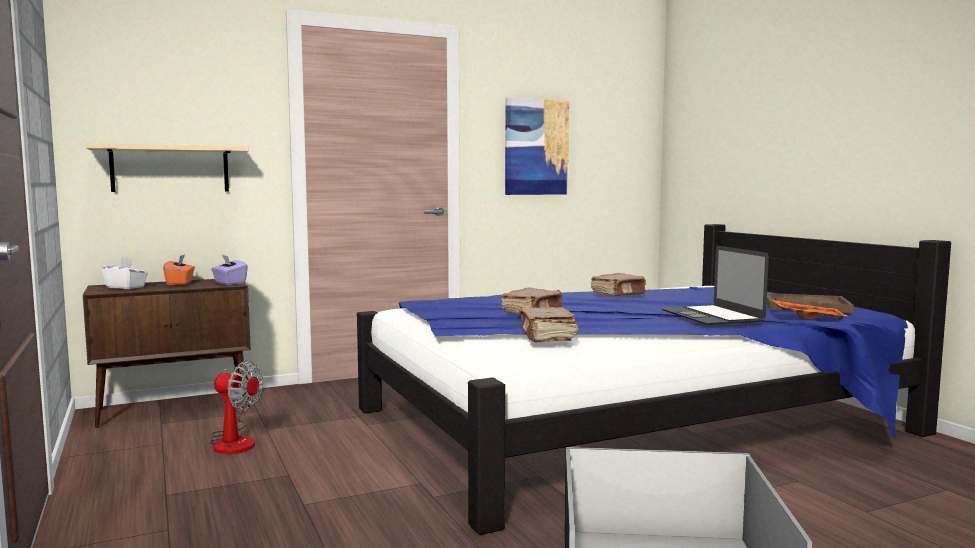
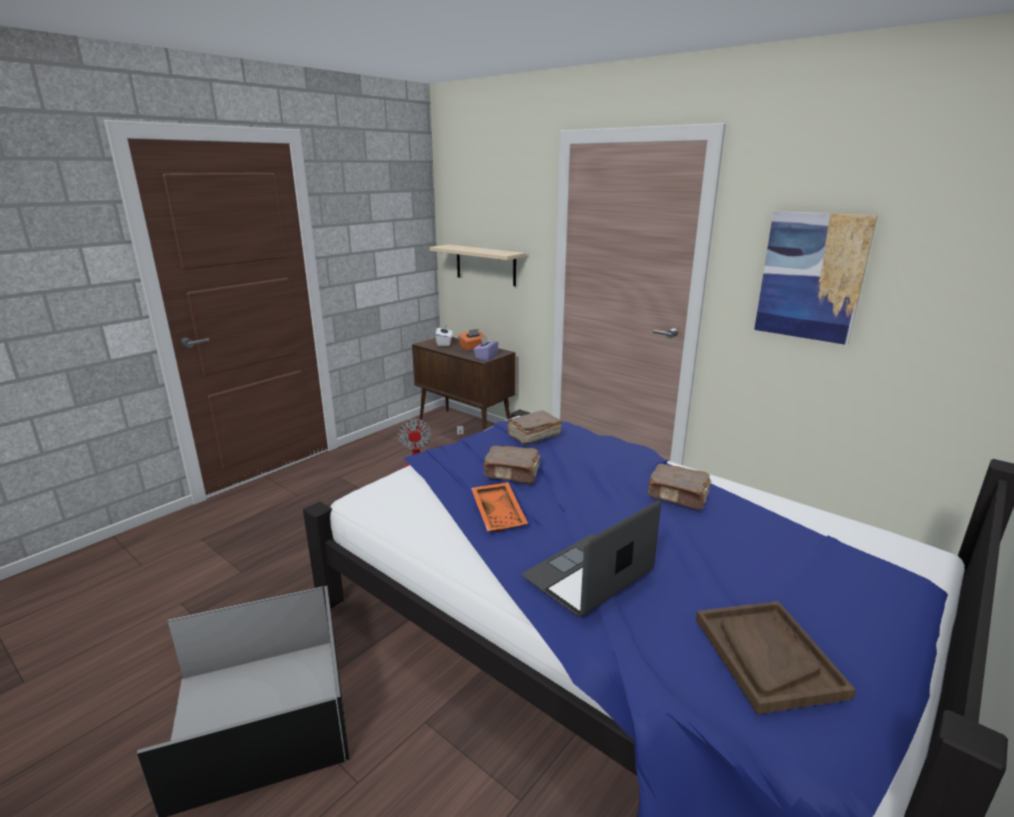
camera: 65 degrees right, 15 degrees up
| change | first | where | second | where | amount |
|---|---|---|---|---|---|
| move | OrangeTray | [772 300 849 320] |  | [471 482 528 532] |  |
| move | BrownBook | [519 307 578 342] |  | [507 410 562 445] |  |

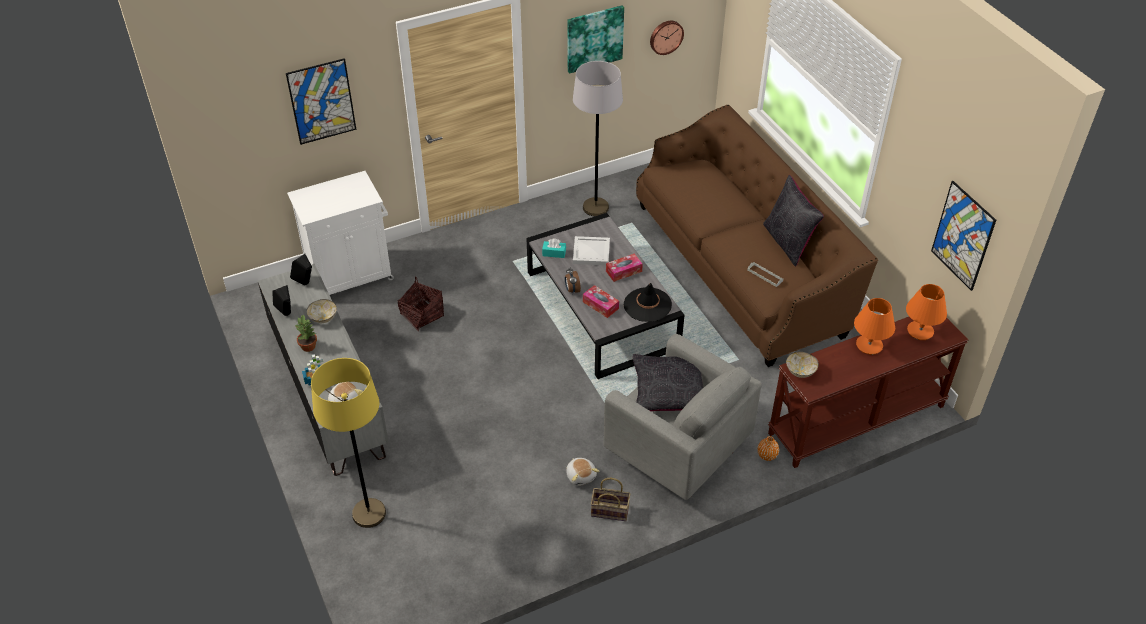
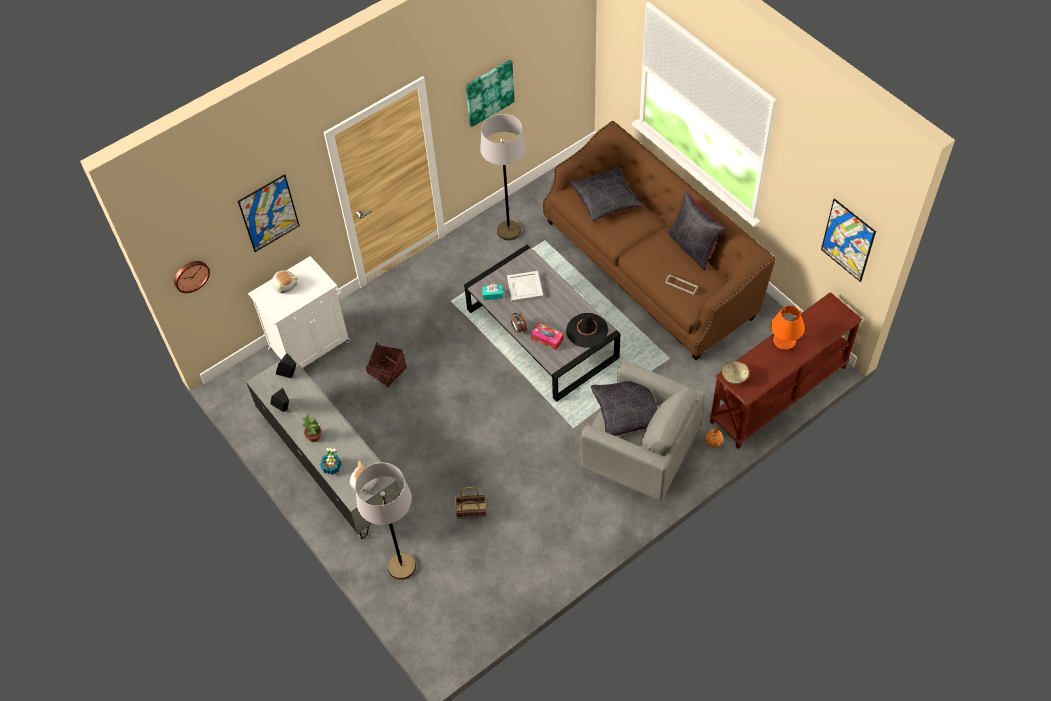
camera: 10 degrees left, 10 degrees up
| change | first | where | second | where | amount |
|---|---|---|---|---|---|
| move | WallClock | [650 21 684 55] |  | [174 261 210 293] |  |
| move | PlushToy | [566 458 599 486] |  | [272 270 298 293] |  |
| recolor | YellowFloorLamp | [311 358 386 528] | GreyFloorLamp | [355 463 416 580] |  |
| move | Basket | [591 478 630 521] |  | [455 487 487 519] |  |
| insert |  |  | BlackPillow | [570 166 642 222] |  |
| delete | Bowl | [306 299 337 323] |  |  |  |
| delete | TissueBox | [606 253 643 282] |  |  |  |
| delete | OrangeTableLamp | [906 284 947 340] |  |  |  |

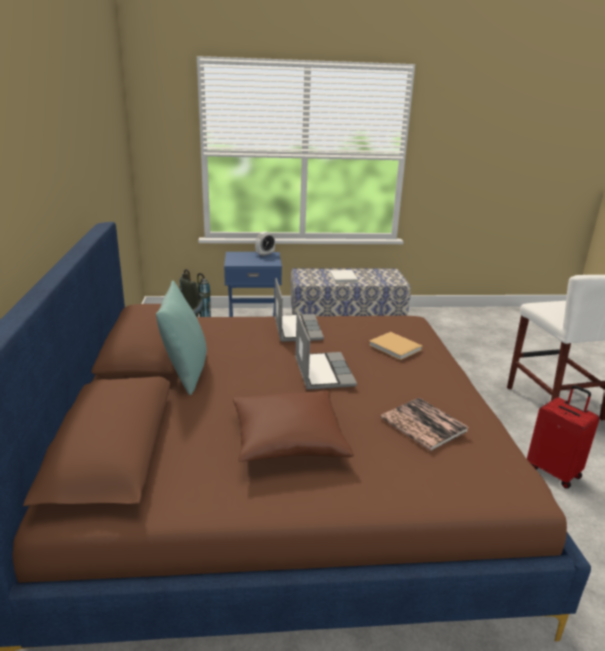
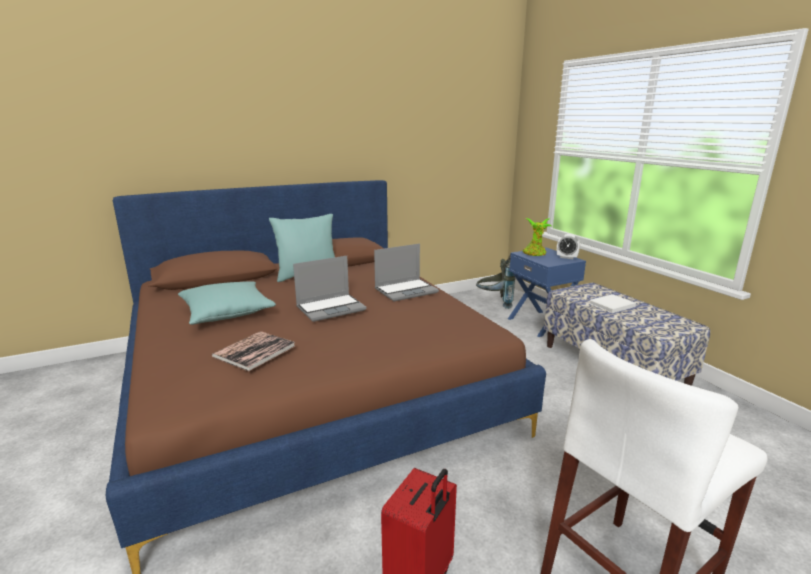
camera: 70 degrees right, 5 degrees down
| change | first | where | second | where | amount |
|---|---|---|---|---|---|
| recolor | BrownPillow | [233 390 354 461] | TurquoisePillow | [178 281 276 325] |  |
| insert |  |  | PottedPlant | [523 218 551 256] |  |
| delete | BeigeBook | [369 332 422 360] |  |  |  |

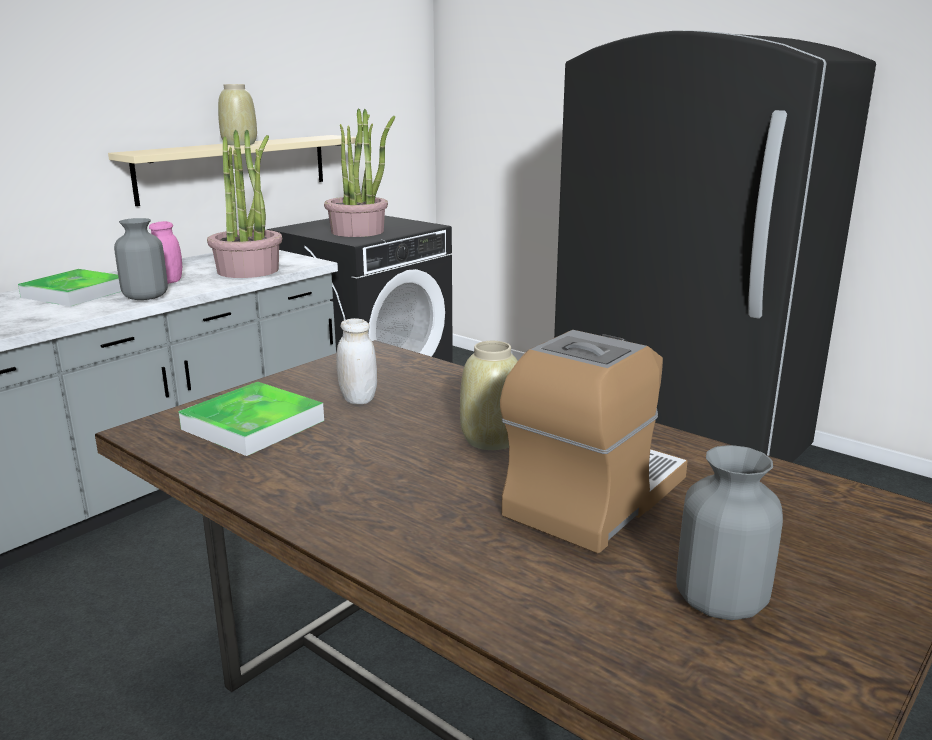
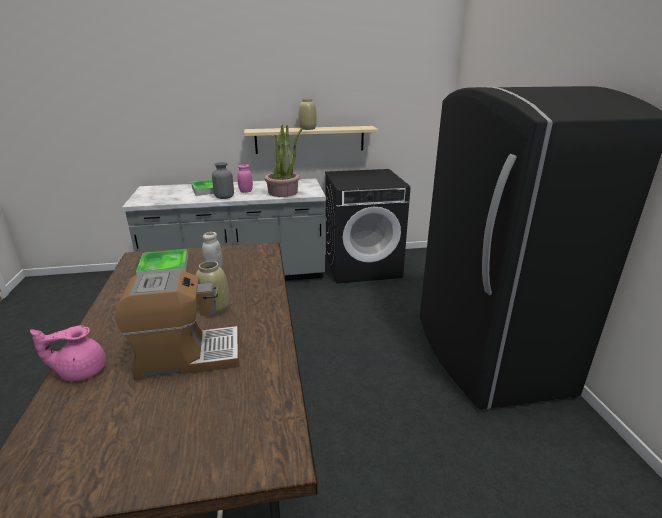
camera: 40 degrees right, 5 degrees up
| change | first | where | second | where | amount |
|---|---|---|---|---|---|
| insert |  |  | PinkTeapot | [30 325 106 381] |  |
| delete | PottedPlant | [324 108 395 237] |  |  |  |
| delete | GreyVase | [676 445 783 620] |  |  |  |

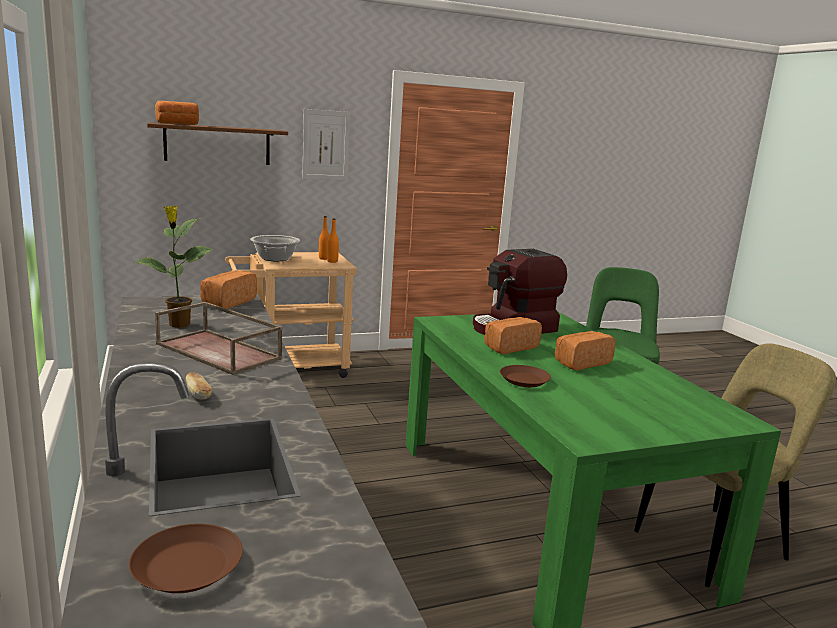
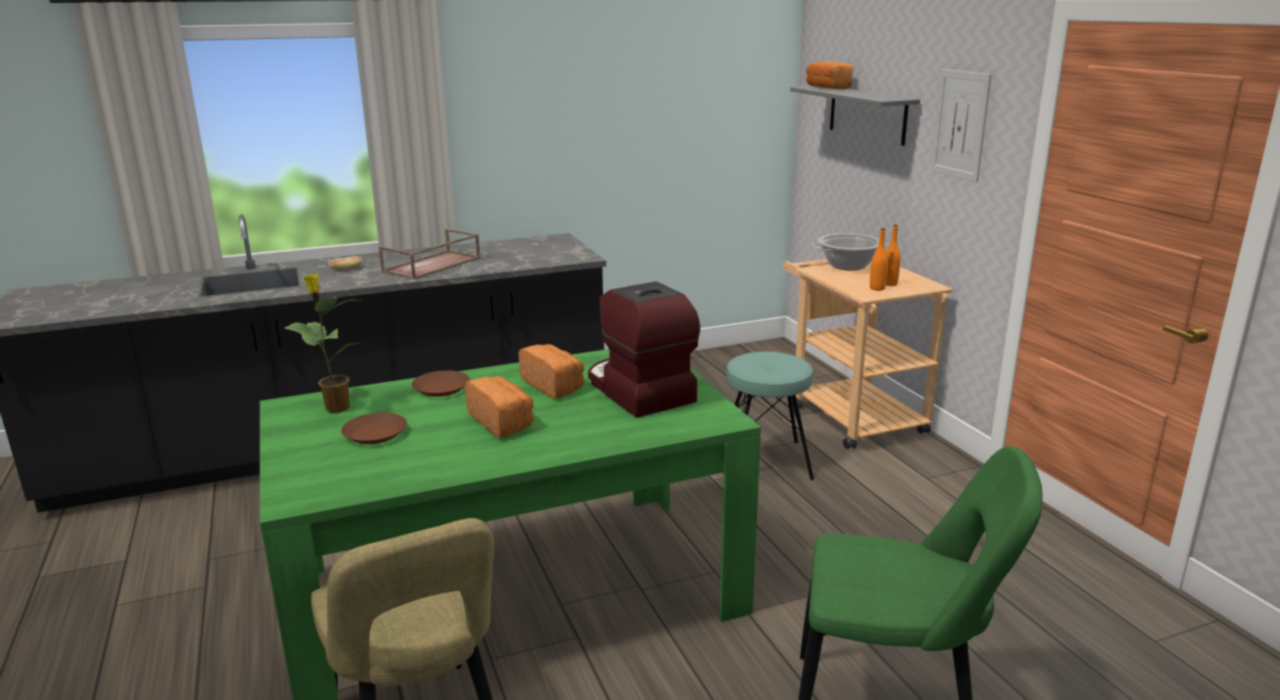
camera: 90 degrees right, 5 degrees up
| change | first | where | second | where | amount |
|---|---|---|---|---|---|
| move | PottedPlant | [135 205 213 328] |  | [284 274 363 413] |  |
| move | BrownPlate | [129 524 243 593] |  | [341 413 407 444] |  |
| insert |  |  | TurquoiseStool | [726 352 814 480] |  |
| recolor | BrownShelf | [147 122 288 165] | GreyShelf | [790 86 920 146] |  |
| delete | Bread | [200 271 257 309] |  |  |  |

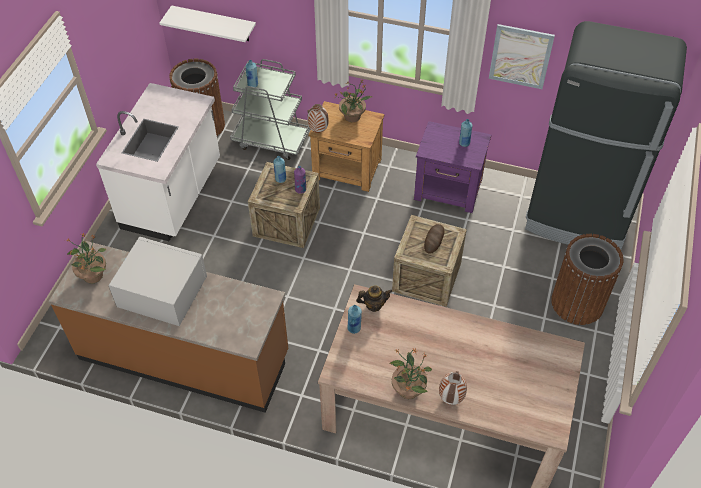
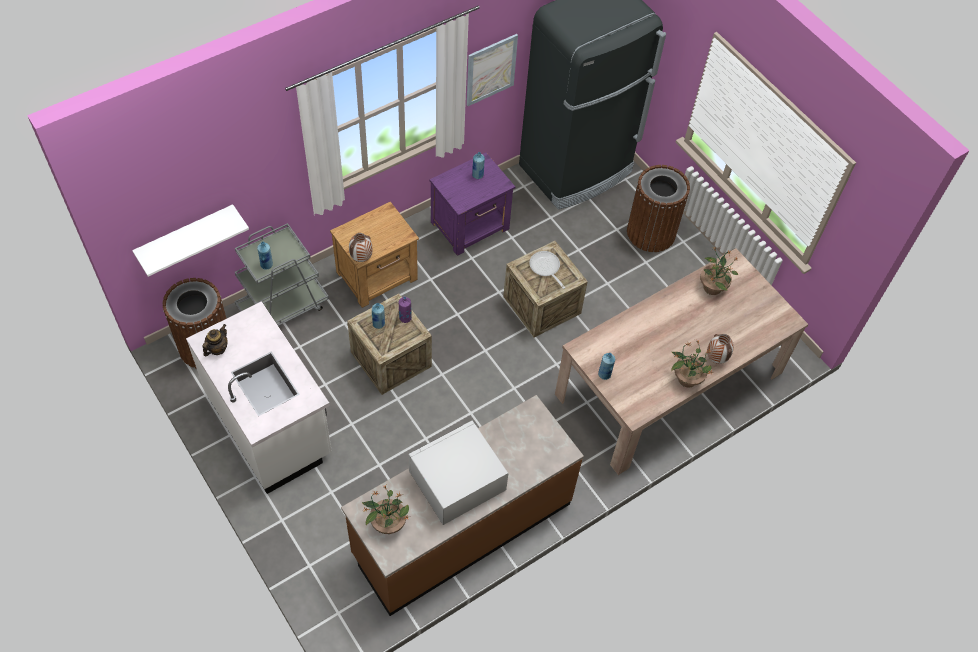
camera: 55 degrees left, 5 degrees up
| change | first | where | second | where | amount |
|---|---|---|---|---|---|
| move | Teapot | [356 286 392 312] |  | [202 324 228 356] |  |
| replace | Bread | [424 224 445 254] | FryingPan | [529 251 565 289] |  |
| move | PottedPlant | [334 80 372 122] |  | [700 247 738 295] |  |

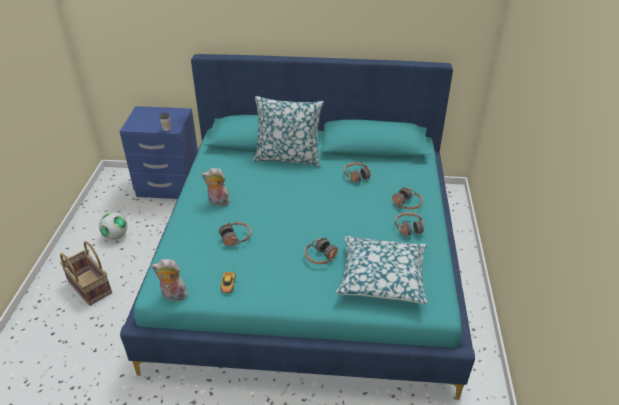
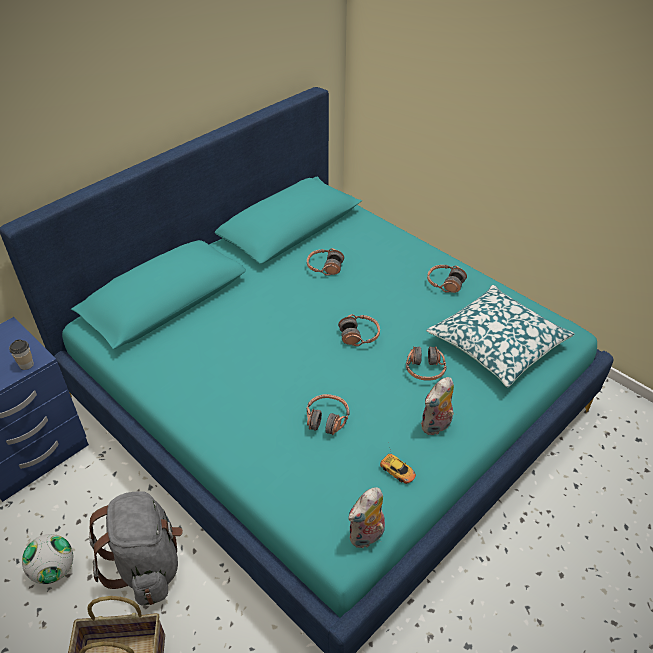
camera: 50 degrees left, 5 degrees up
| change | first | where | second | where | amount |
|---|---|---|---|---|---|
| insert |  |  | GreyBackpack | [89 491 183 605] |  |
| move | Headphones | [392 187 423 210] |  | [338 314 380 346] |  |
| move | PlushToy | [201 168 230 206] |  | [421 377 454 435] |  |
| delete | Pillow | [253 96 324 167] |  |  |  |

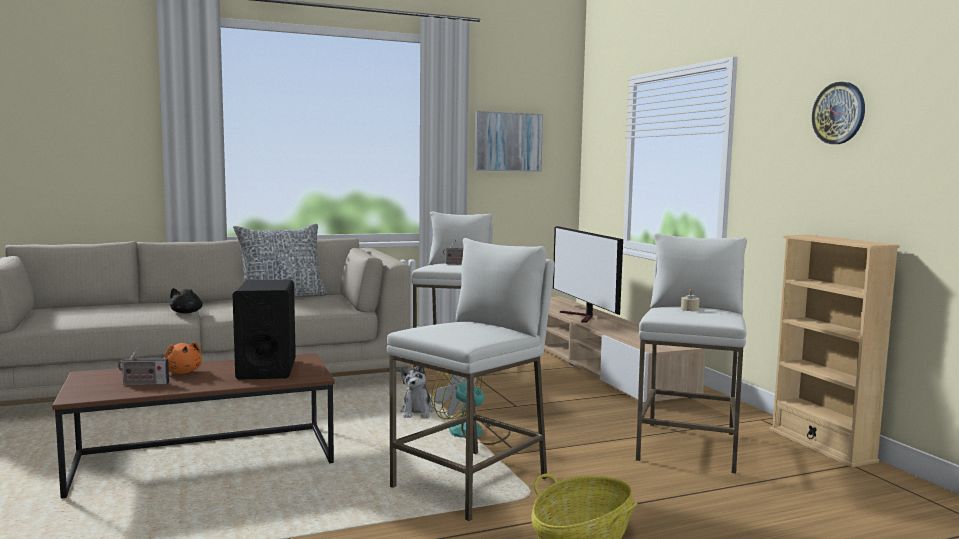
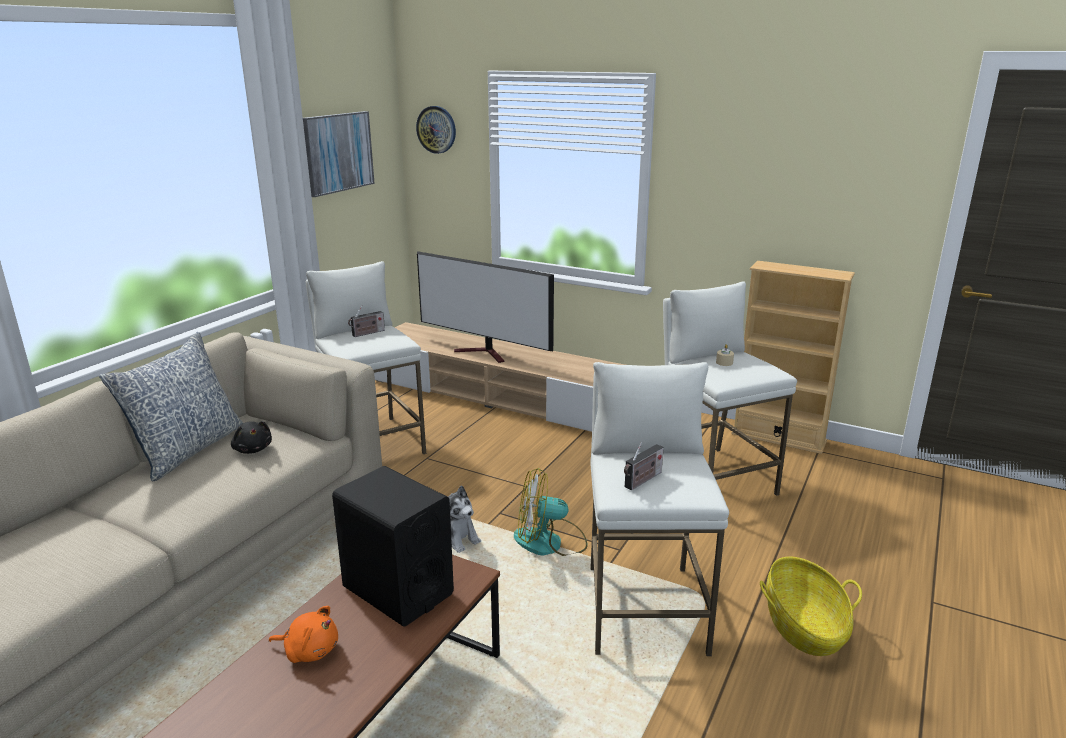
camera: 40 degrees left, 15 degrees up
| change | first | where | second | where | amount |
|---|---|---|---|---|---|
| move | BlackPlushToy | [170 288 202 314] |  | [231 421 272 454] |  |
| move | WallClock | [812 82 865 144] |  | [416 106 456 154] |  |
| move | Radio | [118 346 169 385] |  | [624 442 664 490] |  |

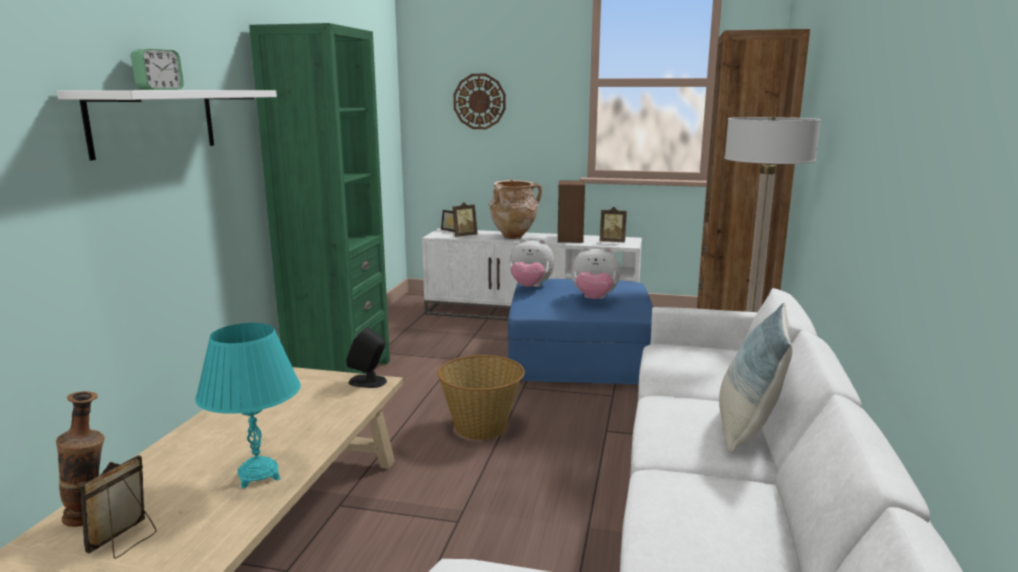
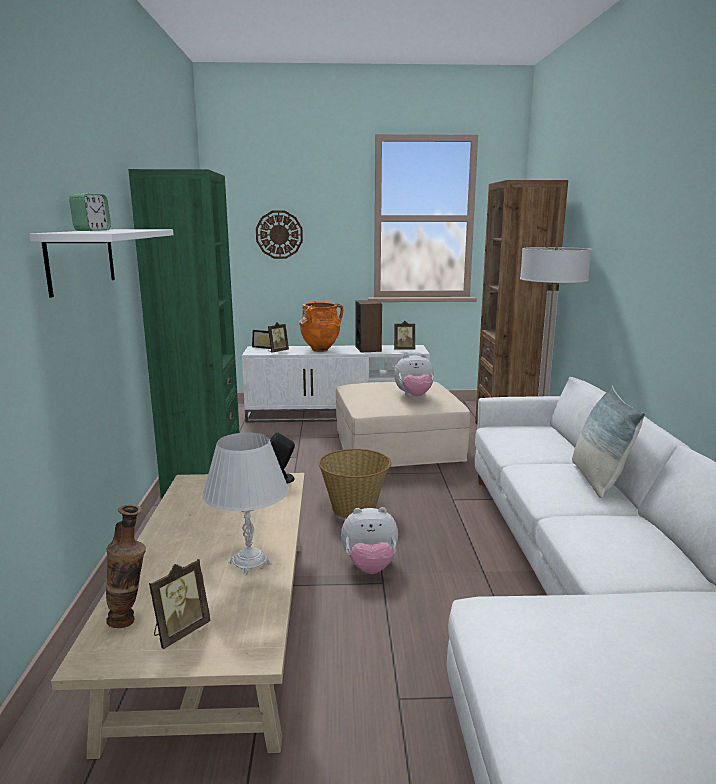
camera: 15 degrees left, 0 degrees up
| change | first | where | second | where | amount |
|---|---|---|---|---|---|
| rotate | PictureFrame | [80 455 157 559] |  | [149 559 210 649] | 150 degrees counterclockwise |
| recolor | TurquoiseTableLamp | [195 323 301 488] | WhiteTableLamp | [202 432 289 576] |  |
| recolor | BeigeVase | [489 179 542 239] | OrangeVase | [299 301 343 352] |  |
| recolor | BlueOttoman | [508 279 653 385] | BeigeOttoman | [336 381 470 467] |  |
| move | PlushToy | [509 238 555 287] |  | [341 507 398 574] |  |

